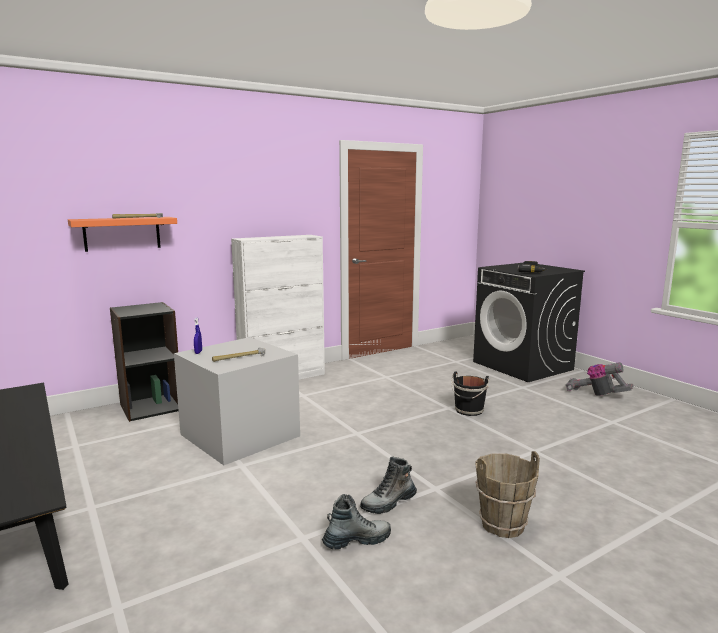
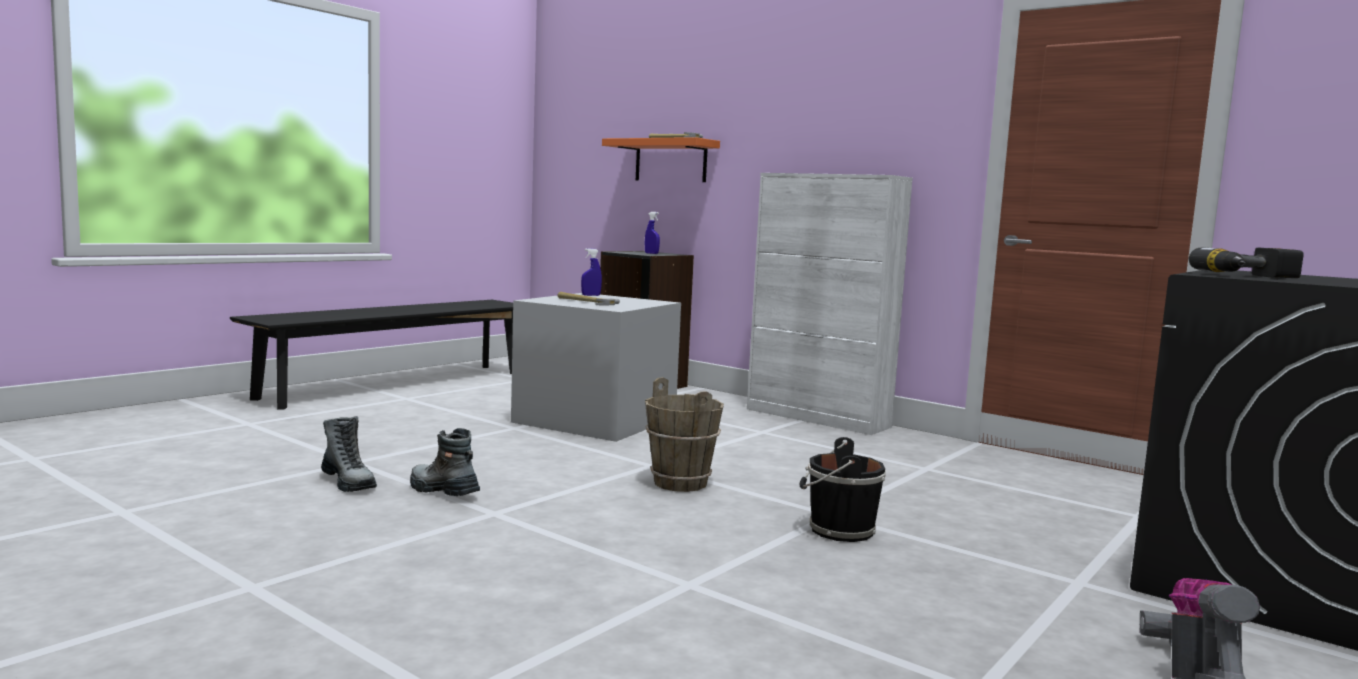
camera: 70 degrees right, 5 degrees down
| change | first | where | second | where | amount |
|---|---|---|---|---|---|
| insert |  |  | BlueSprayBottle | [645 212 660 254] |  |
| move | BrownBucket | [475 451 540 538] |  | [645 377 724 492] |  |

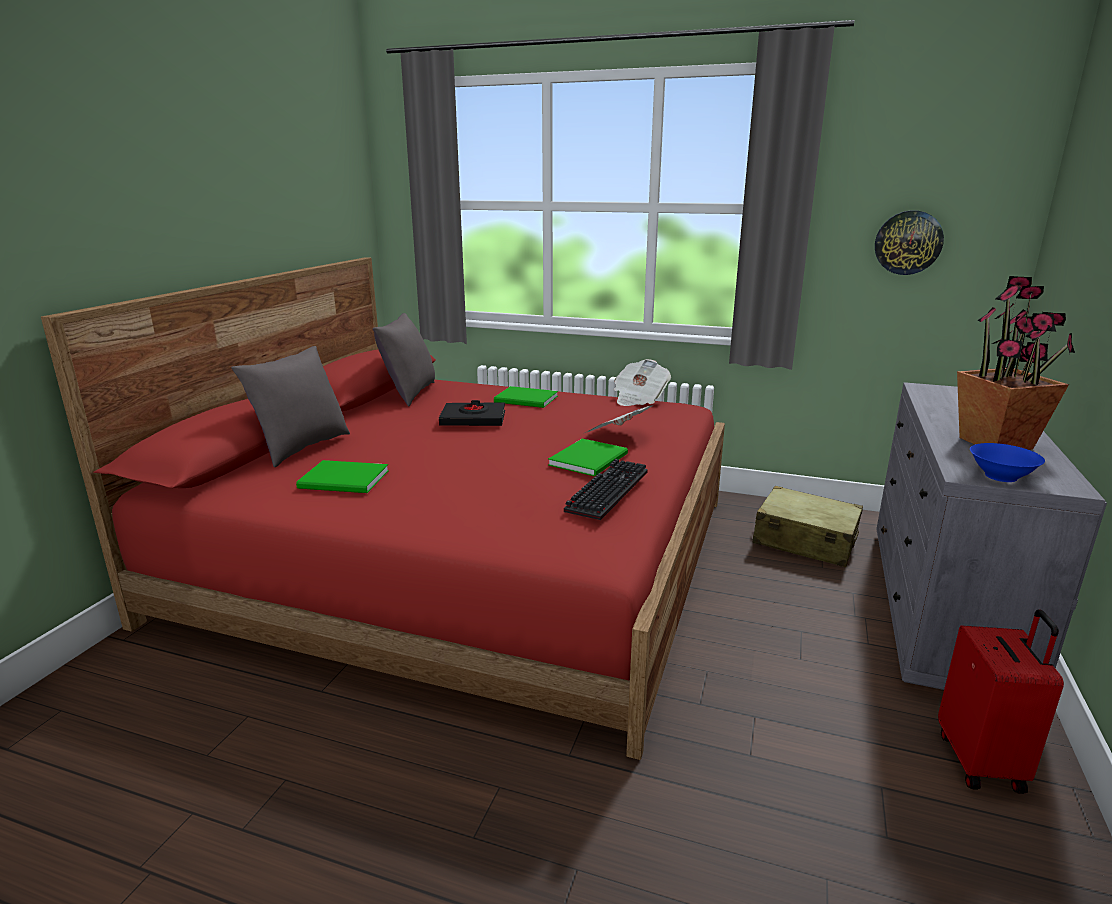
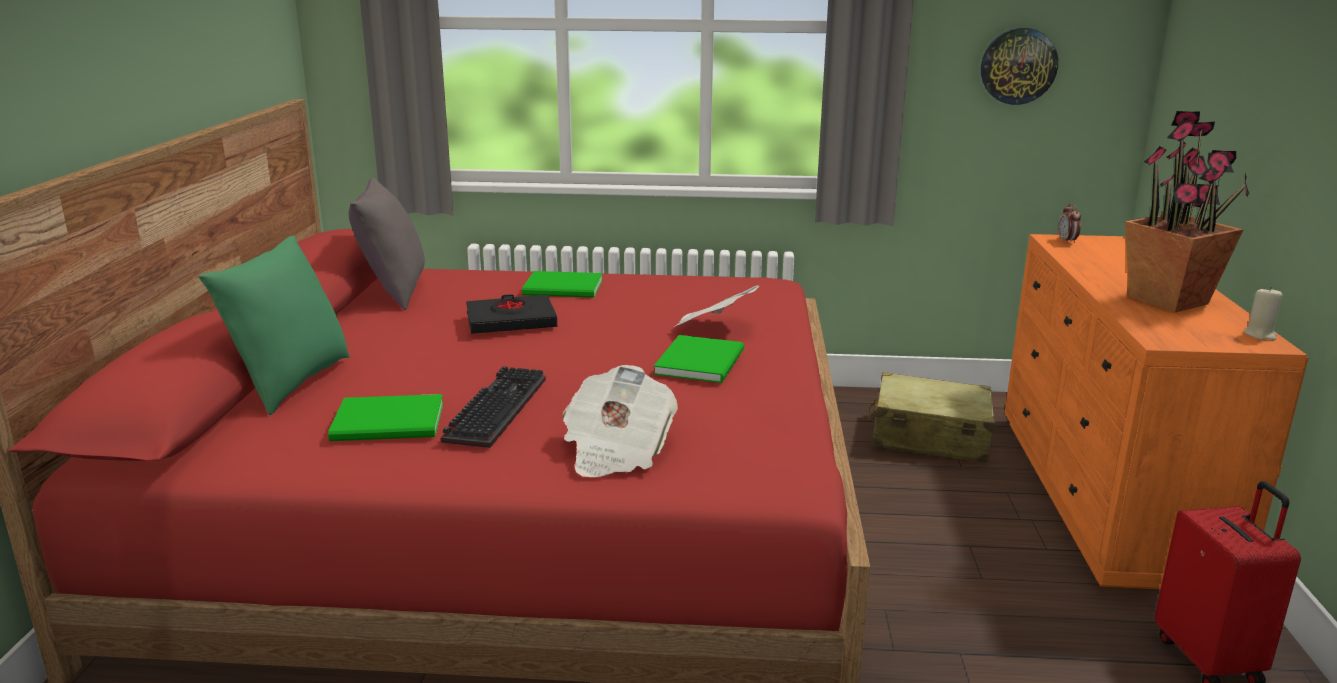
camera: 15 degrees left, 0 degrees up
| change | first | where | second | where | amount |
|---|---|---|---|---|---|
| recolor | GreyPillow | [231 346 350 467] | GreenPillow | [198 236 350 415] |  |
| move | Keyboard | [564 459 648 520] |  | [441 366 546 448] |  |
| move | Newspaper | [614 359 671 406] |  | [562 365 678 477] |  |
| recolor | GreyDresser | [877 382 1107 690] | OrangeDresser | [1004 234 1309 589] |  |
| insert |  |  | AlarmClock | [1058 203 1081 244] |  |
| insert |  |  | BeigeCandle | [1244 287 1282 340] |  |
| delete | BlueBowl | [970 443 1045 482] |  |  |  |

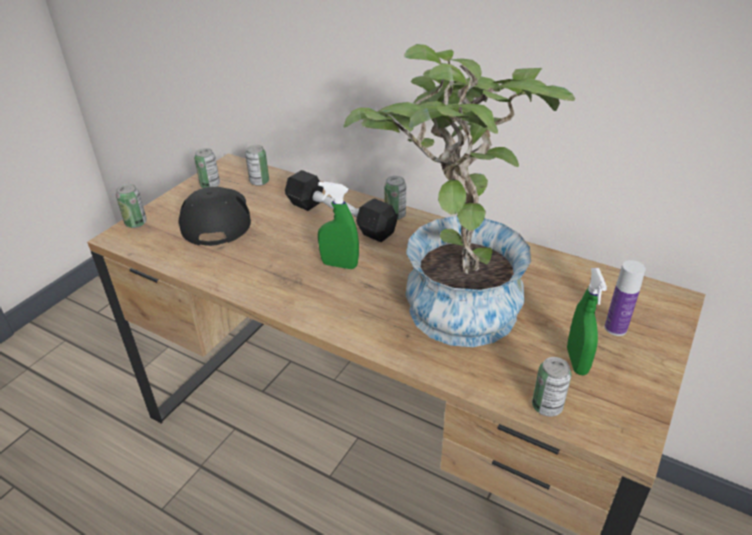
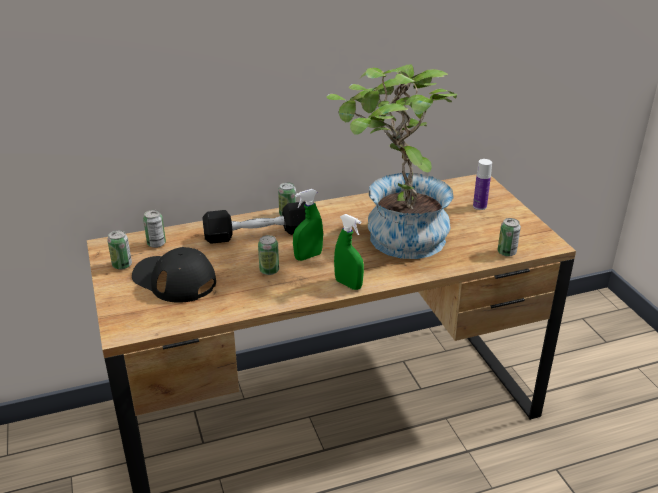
camera: 50 degrees left, 5 degrees down
| change | first | where | second | where | amount |
|---|---|---|---|---|---|
| move | Can | [116 184 147 228] |  | [258 235 279 275] |  |
| move | GreenSprayBottle | [567 268 607 375] |  | [334 214 364 290] |  |

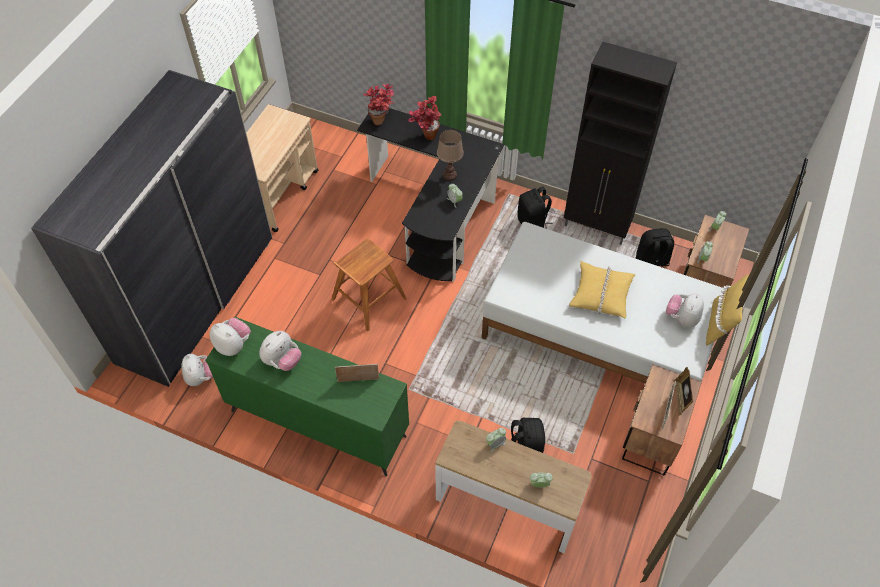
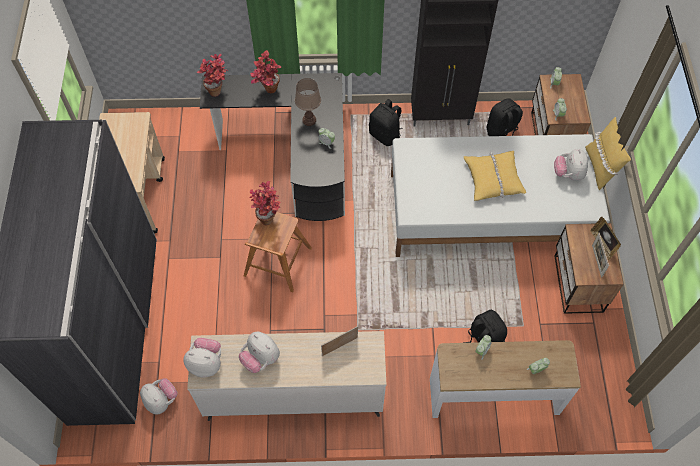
camera: 25 degrees left, 5 degrees up
| change | first | where | second | where | amount |
|---|---|---|---|---|---|
| recolor | GreenDresser | [205 316 409 476] | BeigeDresser | [187 331 387 421] |  |
| rotate | PlushToy | [259 331 301 371] |  | [239 332 280 373] | 120 degrees clockwise |
| insert |  |  | PottedPlant | [249 181 280 225] |  |

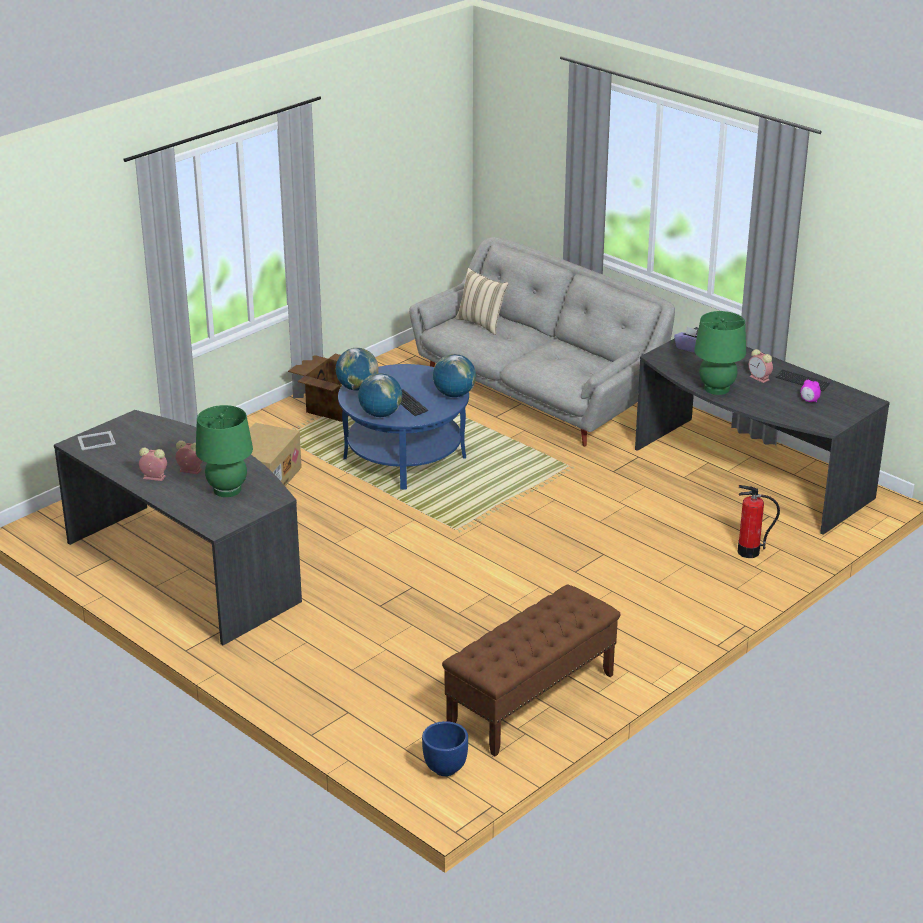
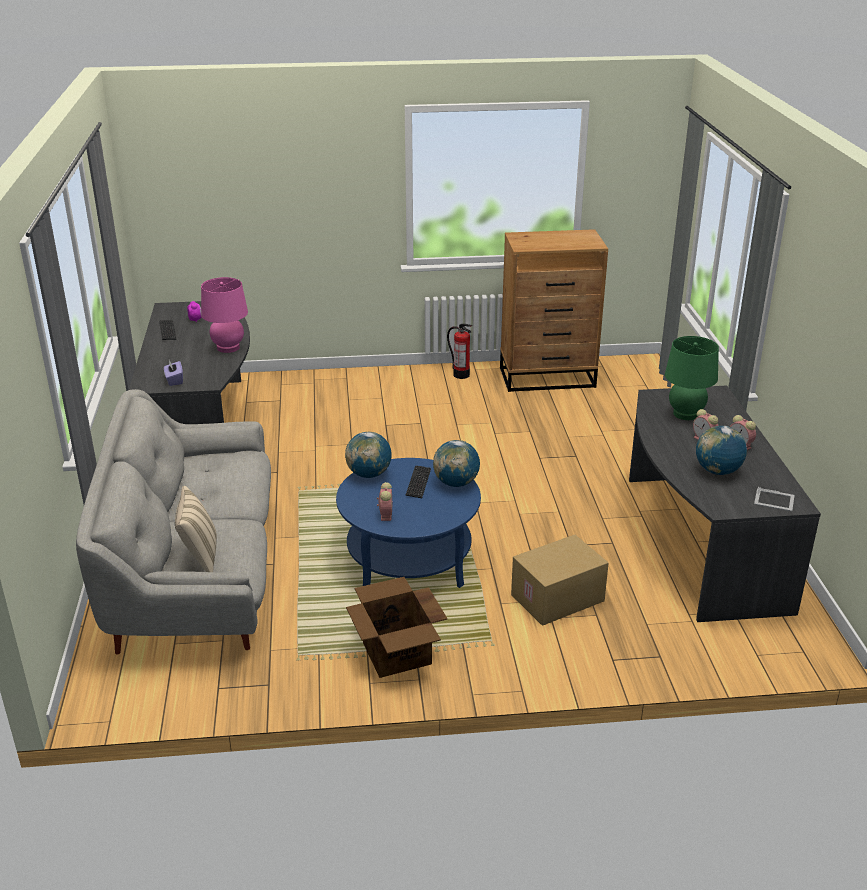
camera: 140 degrees left, 0 degrees up
| change | first | where | second | where | amount |
|---|---|---|---|---|---|
| recolor | GreenTableLamp | [694 311 746 395] | PinkTableLamp | [201 277 248 353] |  |
| move | AlarmClock | [749 349 773 383] |  | [377 482 393 521] |  |
| move | FireExtinguisher | [737 485 780 558] |  | [447 324 473 379] |  |
| replace | BrownBench | [442 584 620 756] | BrownDresser | [500 229 608 392] |  |
| move | Globe | [336 348 379 391] |  | [696 426 747 475] |  |
| delete | BluePlanter | [422 721 468 776] |  |  |  |

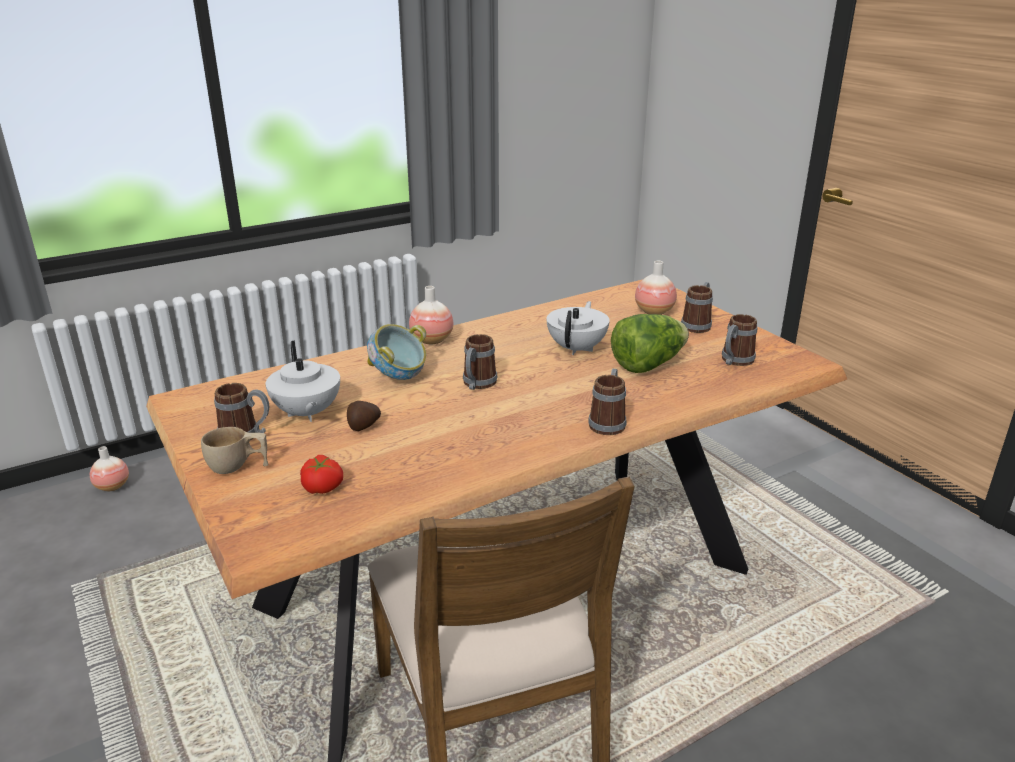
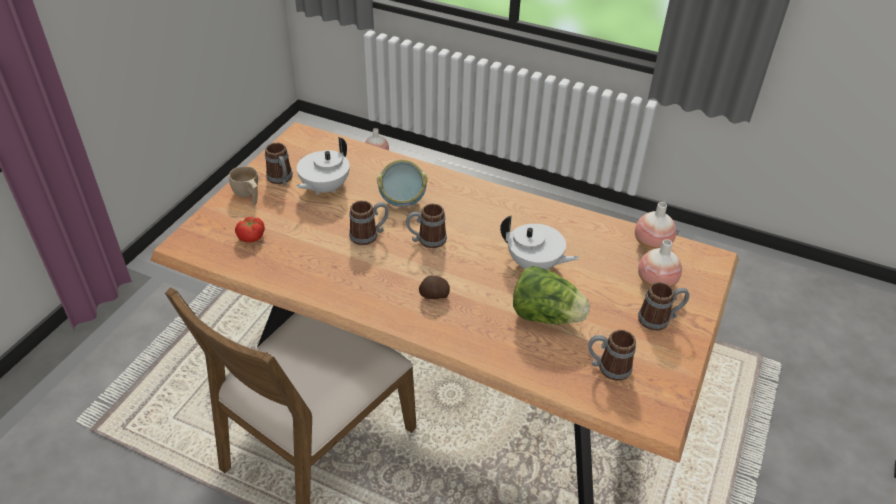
camera: 55 degrees right, 15 degrees up
| change | first | where | second | where | amount |
|---|---|---|---|---|---|
| move | Mug | [588 368 626 435] |  | [349 200 389 245] |  |
| move | Potato | [347 401 381 431] |  | [419 276 450 299] |  |
| rotate | WhiteTeapot | [547 301 610 355] |  | [500 215 579 270] | 45 degrees clockwise |
| move | Vase | [409 286 454 344] |  | [635 202 676 250] |  |

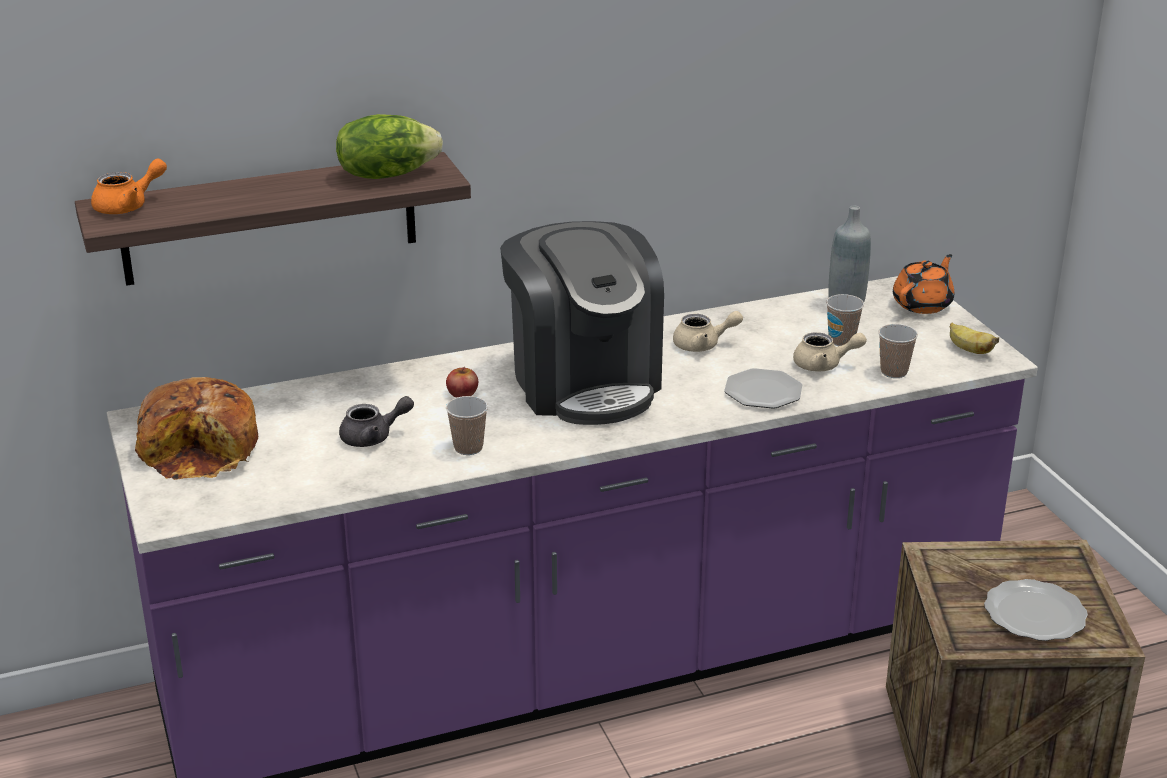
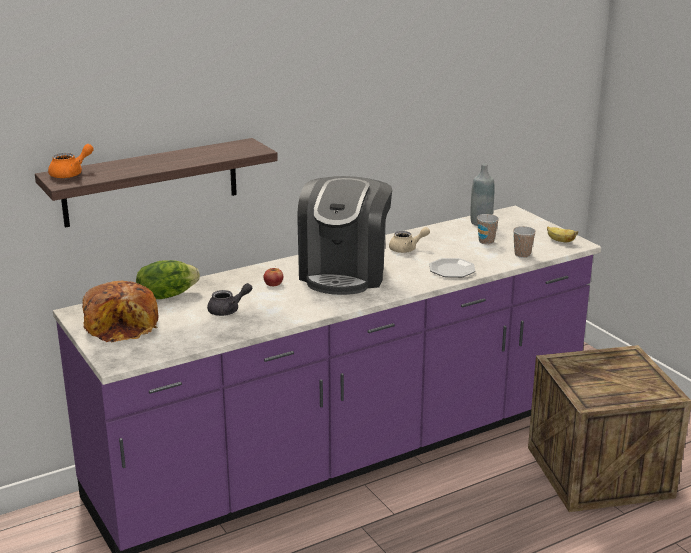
camera: 10 degrees left, 5 degrees down
| change | first | where | second | where | amount |
|---|---|---|---|---|---|
| move | Lettuce | [336 114 443 179] |  | [136 260 200 299] |  |
| rotate | CoffeeMachine | [500 221 664 425] |  | [297 176 392 295] | 45 degrees clockwise |
| delete | Cup | [446 396 488 455] |  |  |  |
| delete | BeigeTeapot | [793 332 867 371] |  |  |  |
| delete | OrangeTeapot | [893 254 954 314] |  |  |  |
| delete | Plate | [984 579 1088 641] |  |  |  |

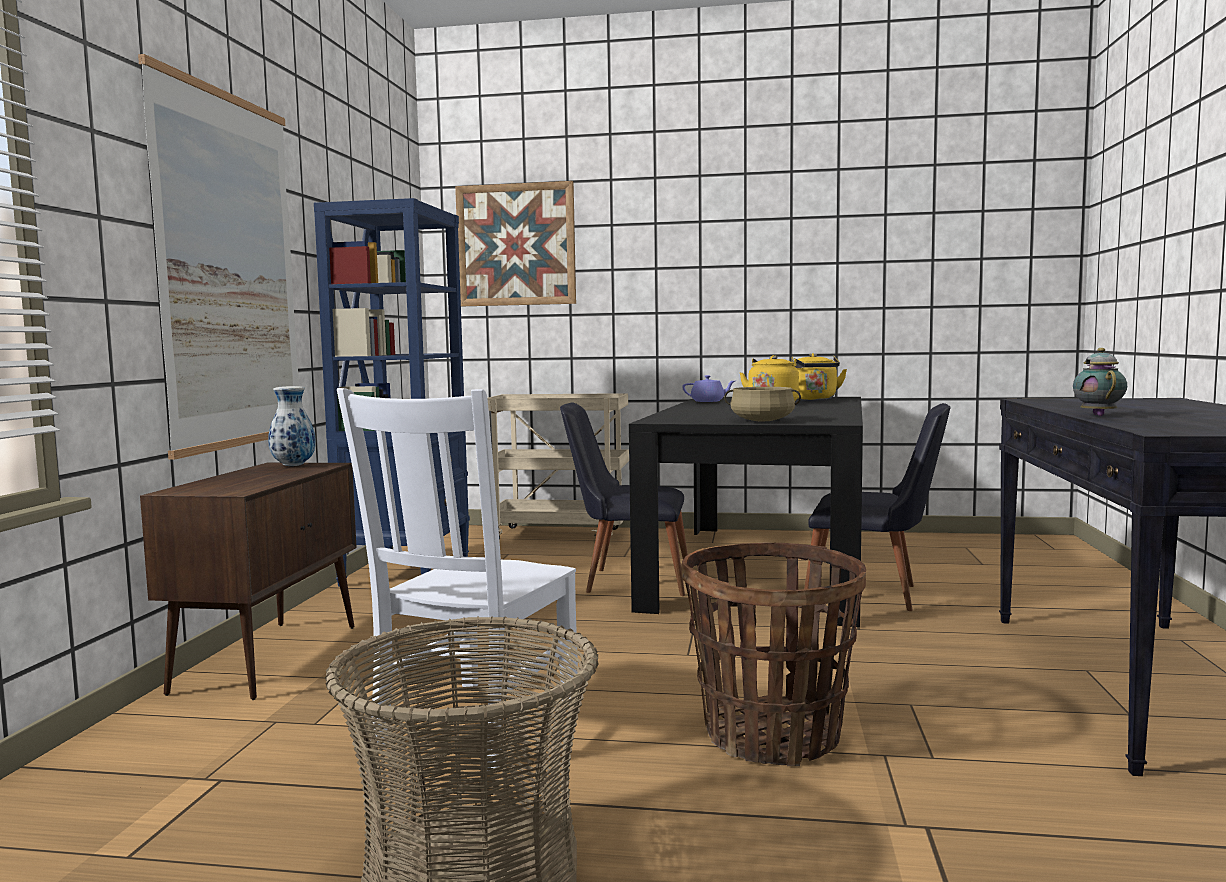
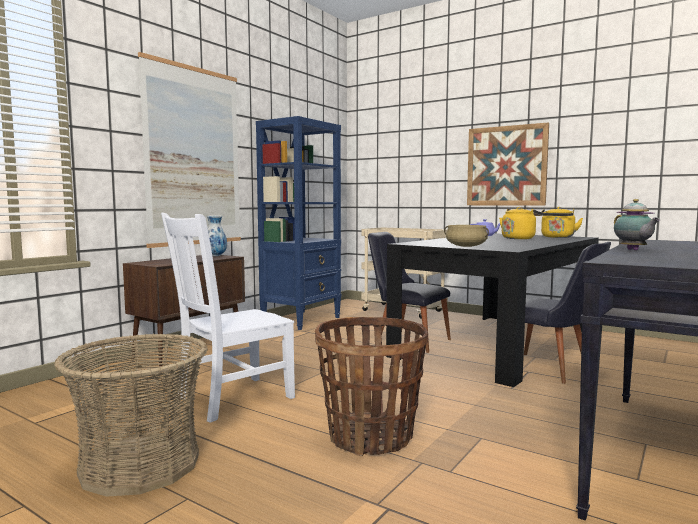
camera: 25 degrees right, 0 degrees up
| change | first | where | second | where | amount |
|---|---|---|---|---|---|
| move | Picture | [455 181 576 306] |  | [467 122 549 206] |  |
| rotate | Teapot | [1073 348 1127 416] |  | [614 199 660 250] | 135 degrees clockwise |

